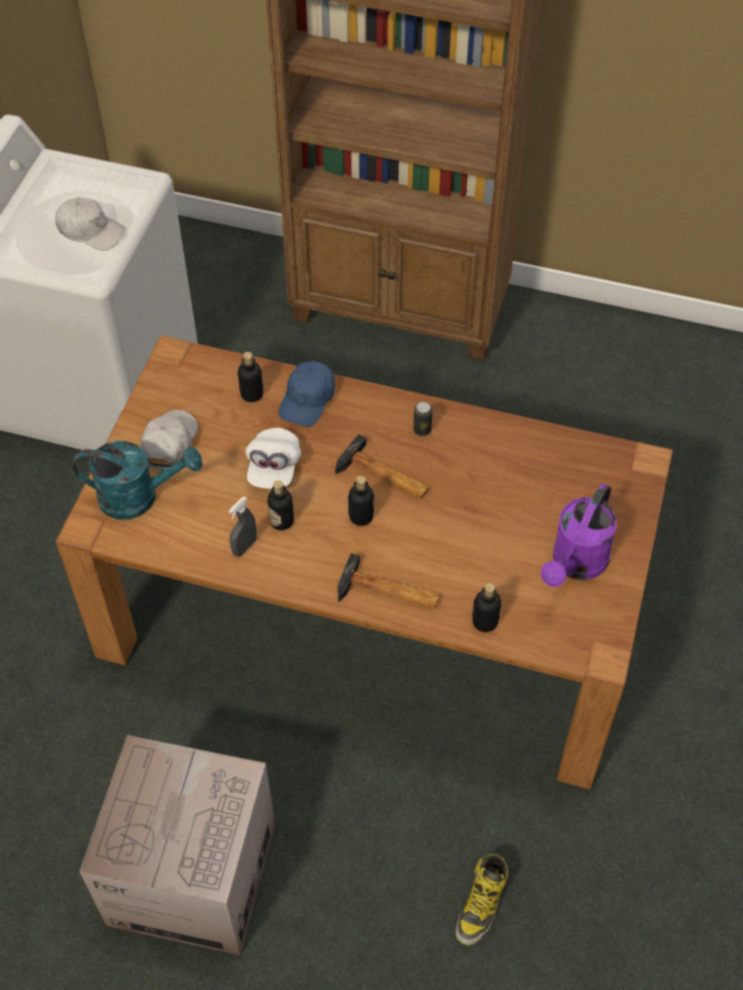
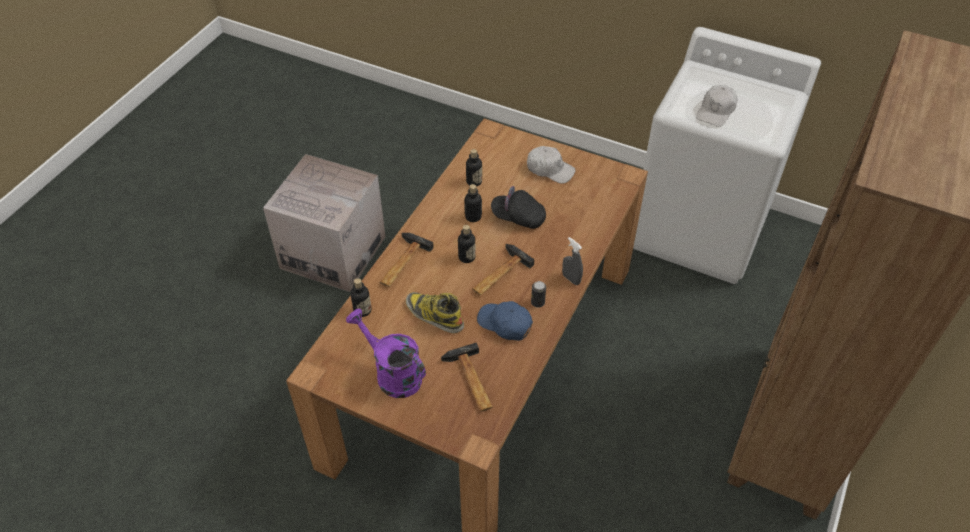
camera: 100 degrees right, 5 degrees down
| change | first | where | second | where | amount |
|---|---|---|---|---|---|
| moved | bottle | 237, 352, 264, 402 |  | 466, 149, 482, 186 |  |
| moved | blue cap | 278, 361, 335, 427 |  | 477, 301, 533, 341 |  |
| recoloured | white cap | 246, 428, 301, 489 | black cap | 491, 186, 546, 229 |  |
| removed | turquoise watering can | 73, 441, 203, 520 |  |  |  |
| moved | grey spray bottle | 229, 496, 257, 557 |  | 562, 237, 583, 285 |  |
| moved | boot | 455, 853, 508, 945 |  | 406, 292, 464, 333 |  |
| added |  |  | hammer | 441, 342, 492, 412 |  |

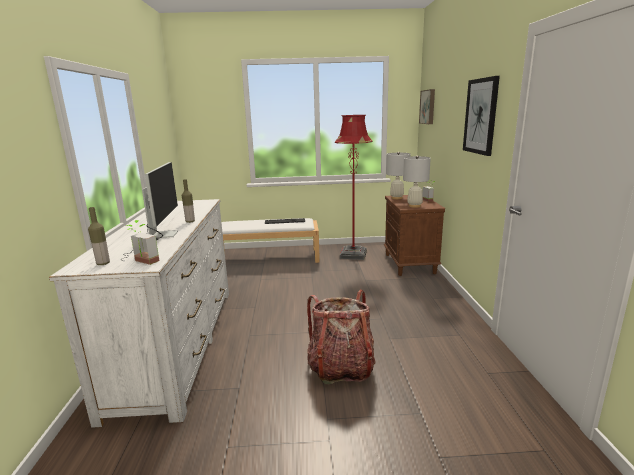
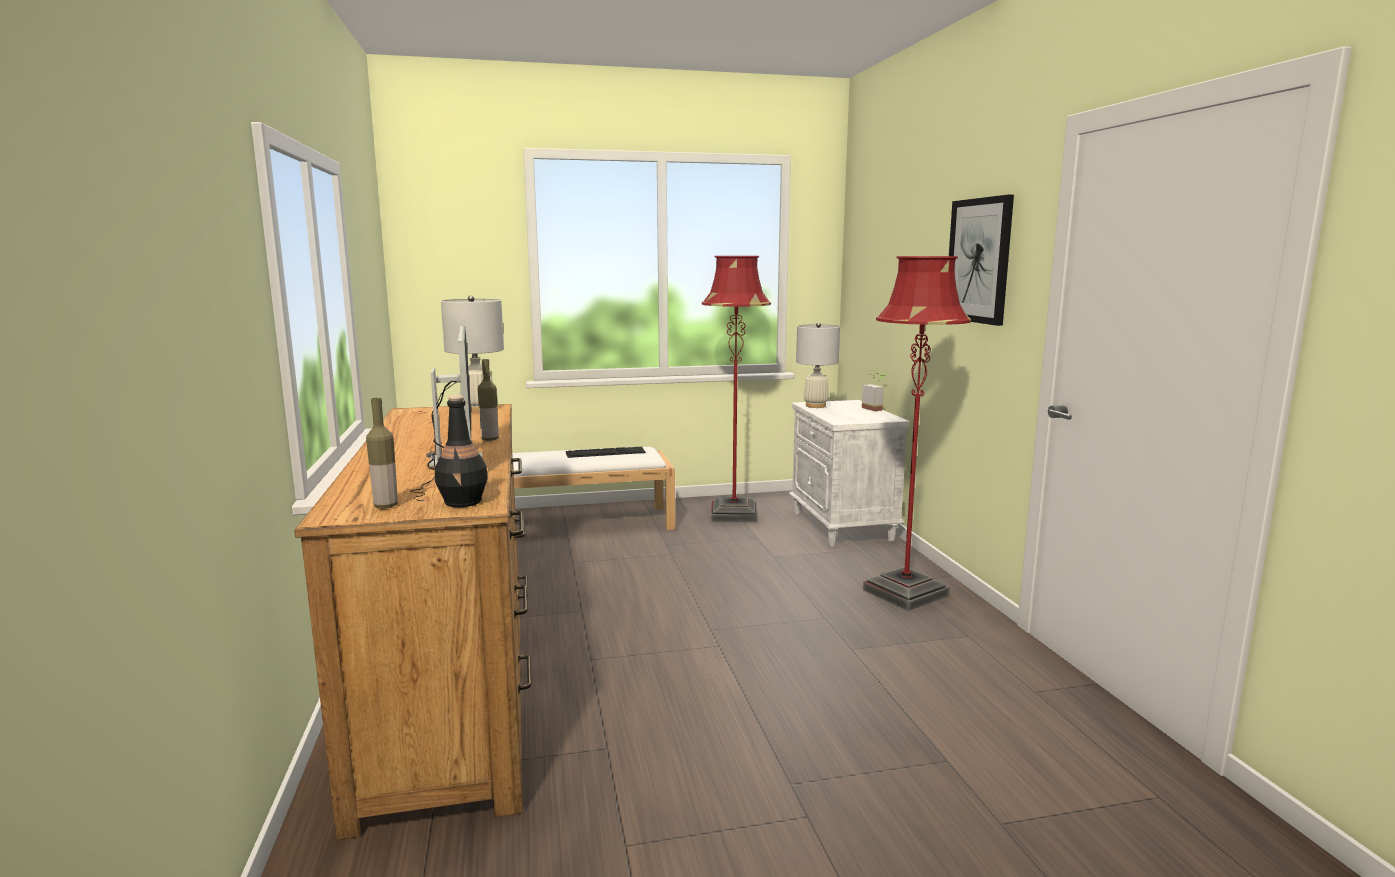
camera: 10 degrees left, 5 degrees down
| change | first | where | second | where | amount |
|---|---|---|---|---|---|
| removed | picture | 419, 89, 435, 124 |  |  |  |
| moved | white table lamp | 403, 156, 431, 208 |  | 441, 295, 504, 413 |  |
| recoloured | brown nightstand | 383, 195, 445, 276 | white nightstand | 789, 400, 909, 547 |  |
| recoloured | white dresser | 49, 199, 229, 428 | brown dresser | 294, 404, 531, 840 |  |
| replaced | potted plant | 126, 220, 160, 265 | black bottle | 435, 395, 488, 507 |  |
| removed | backpack | 307, 290, 376, 384 |  |  |  |
| added |  |  | red floor lamp | 863, 256, 971, 611 |  |

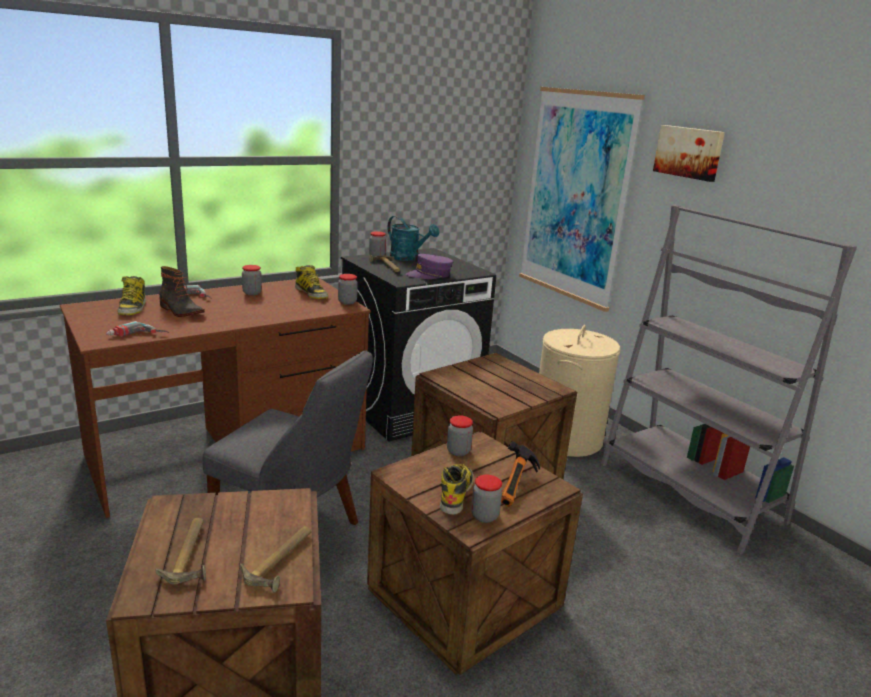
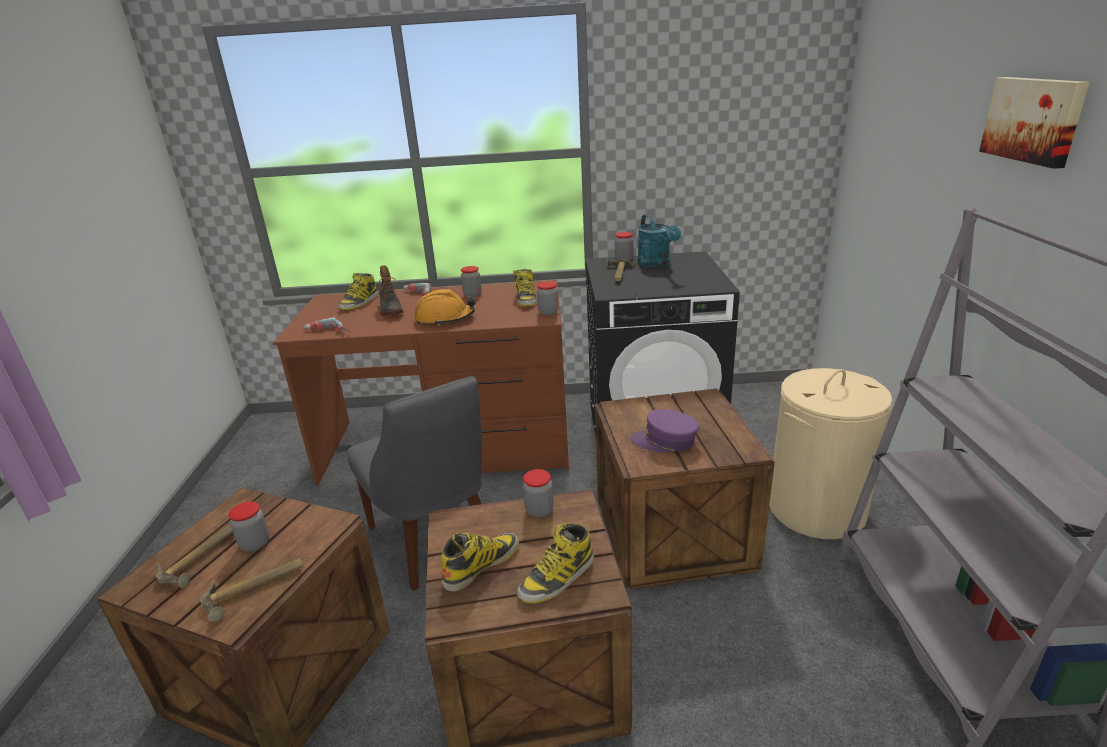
camera: 35 degrees right, 5 degrees up
| change | first | where | second | where | amount |
|---|---|---|---|---|---|
| removed | picture | 519, 87, 645, 312 |  |  |  |
| moved | purple cap | 406, 254, 453, 279 |  | 631, 409, 699, 452 |  |
| replaced | hammer | 501, 441, 540, 507 | boot | 517, 523, 594, 603 |  |
| moved | jar | 471, 475, 502, 523 |  | 228, 501, 270, 552 |  |
| added |  |  | orange hard hat | 415, 289, 476, 326 |  |

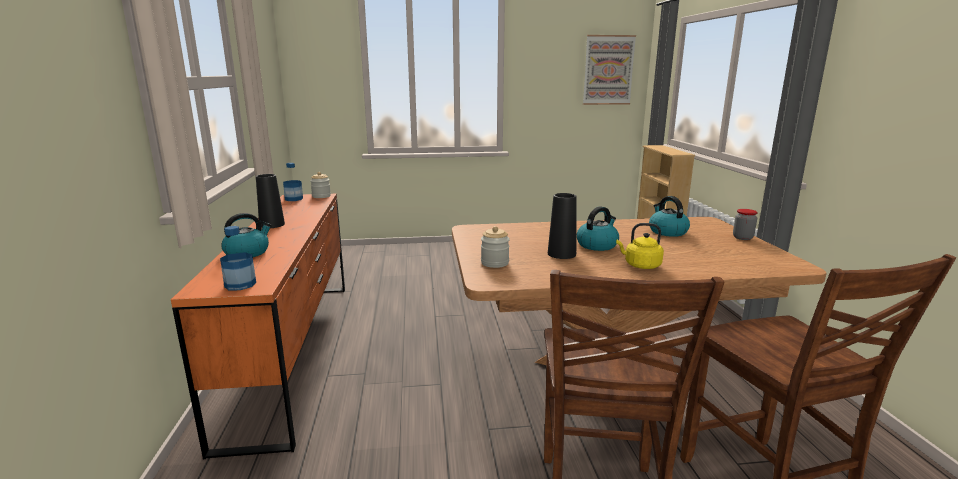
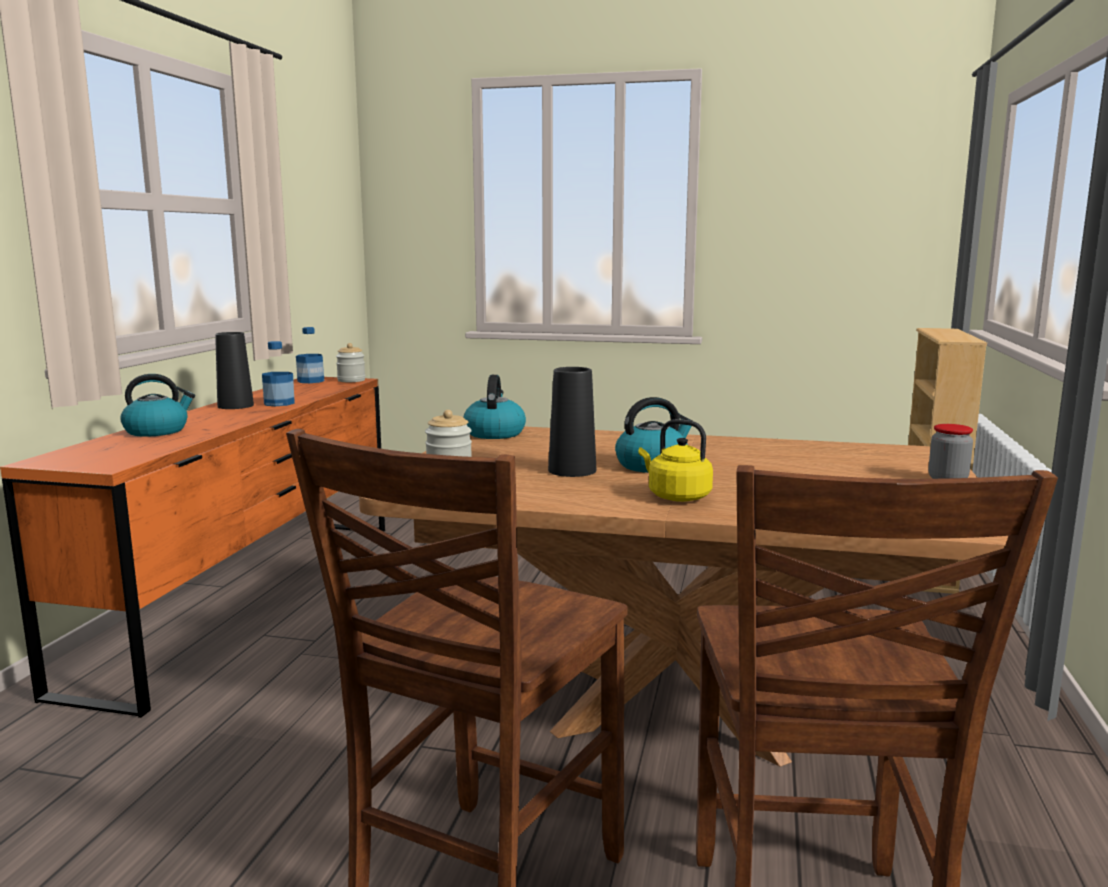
camera: 20 degrees right, 5 degrees down
| change | first | where | second | where | amount |
|---|---|---|---|---|---|
| removed | picture | 583, 35, 636, 105 |  |  |  |
| moved | kettle | 649, 196, 690, 237 |  | 463, 375, 526, 439 |  |
| moved | bottle | 220, 226, 256, 290 |  | 262, 341, 295, 406 |  |

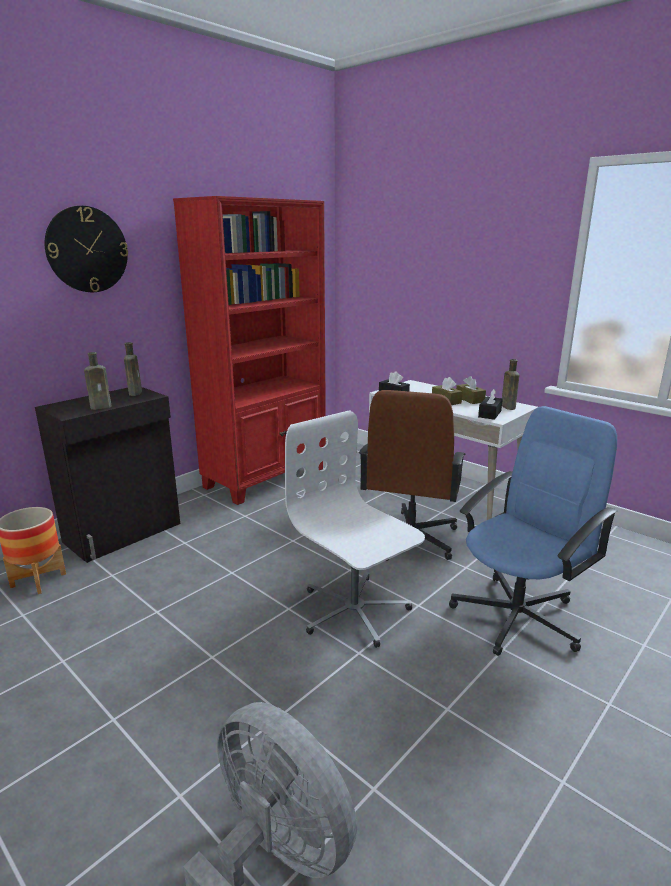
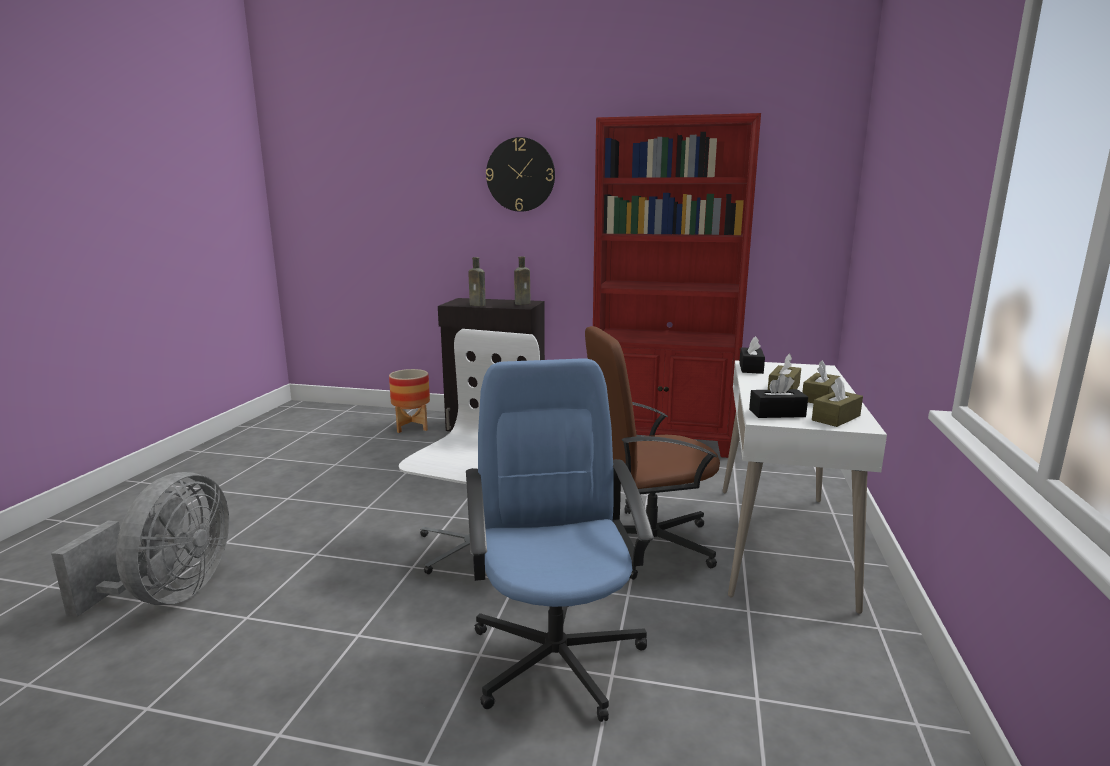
camera: 60 degrees right, 5 degrees down
| change | first | where | second | where | amount |
|---|---|---|---|---|---|
| replaced | brown bottle | 502, 359, 519, 410 | brown tissue box | 812, 377, 863, 427 |  |
| turned | blue office chair | 449, 406, 618, 656 |  | 466, 358, 654, 722 | 120 degrees counterclockwise |

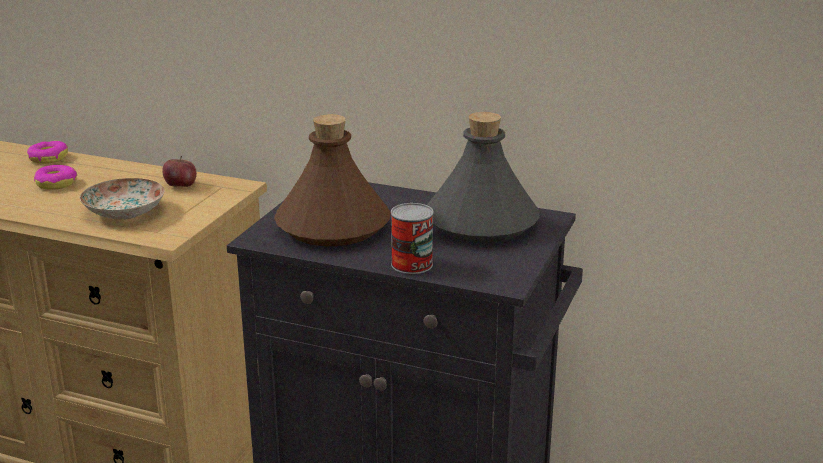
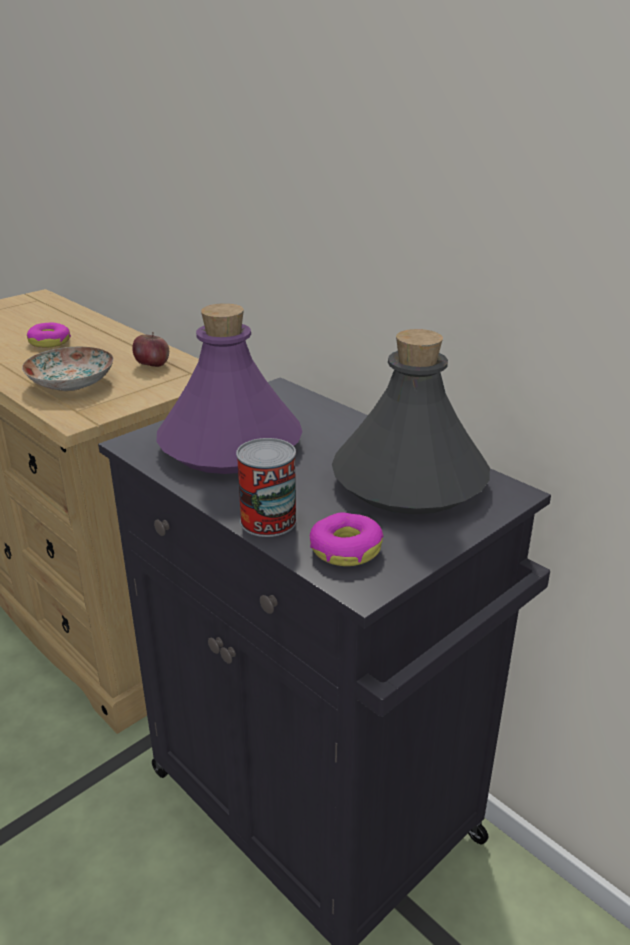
camera: 25 degrees right, 5 degrees up
| change | first | where | second | where | amount |
|---|---|---|---|---|---|
| recoloured | brown bottle | 274, 114, 391, 246 | purple bottle | 156, 303, 302, 474 |  |
| moved | donut | 27, 141, 68, 164 |  | 310, 513, 384, 566 |  |

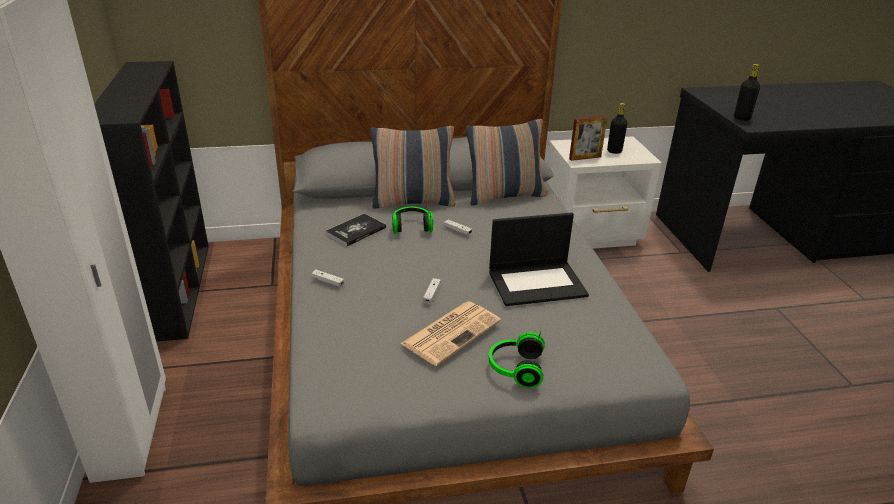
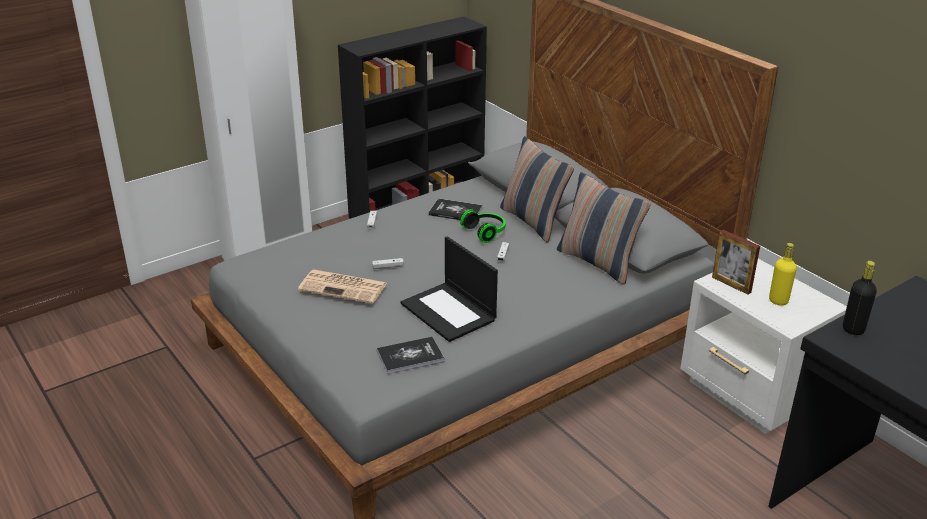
camera: 65 degrees right, 0 degrees up
| change | first | where | second | where | amount |
|---|---|---|---|---|---|
| recoloured | black bottle | 607, 103, 628, 154 | yellow bottle | 769, 243, 797, 306 |  |
| removed | headphones | 489, 331, 545, 388 |  |  |  |
| added |  |  | book | 377, 337, 444, 374 |  |

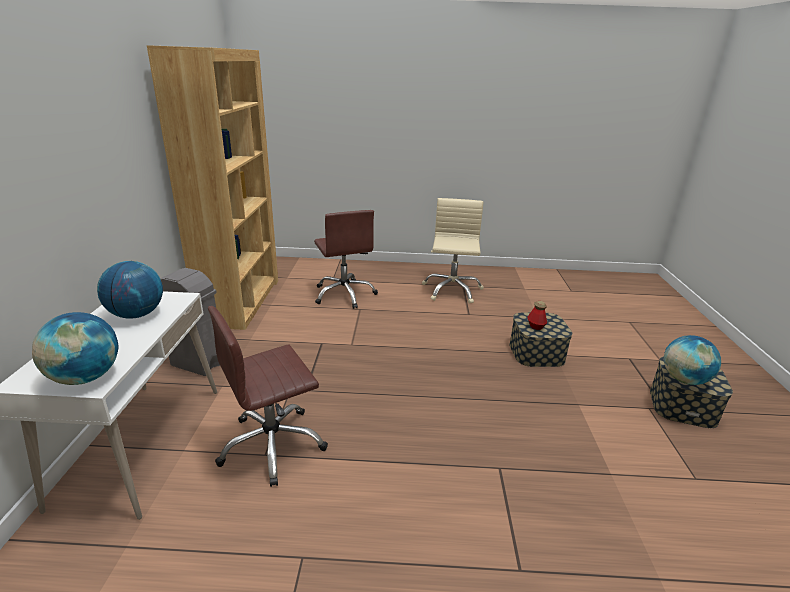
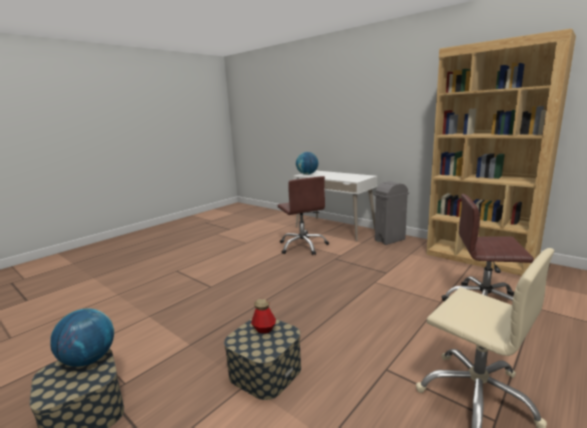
camera: 130 degrees right, 10 degrees down
| change | first | where | second | where | amount |
|---|---|---|---|---|---|
| removed | globe | 97, 261, 163, 319 |  |  |  |
| turned | brown office chair | 208, 306, 328, 487 |  | 278, 176, 329, 255 | 150 degrees clockwise |

